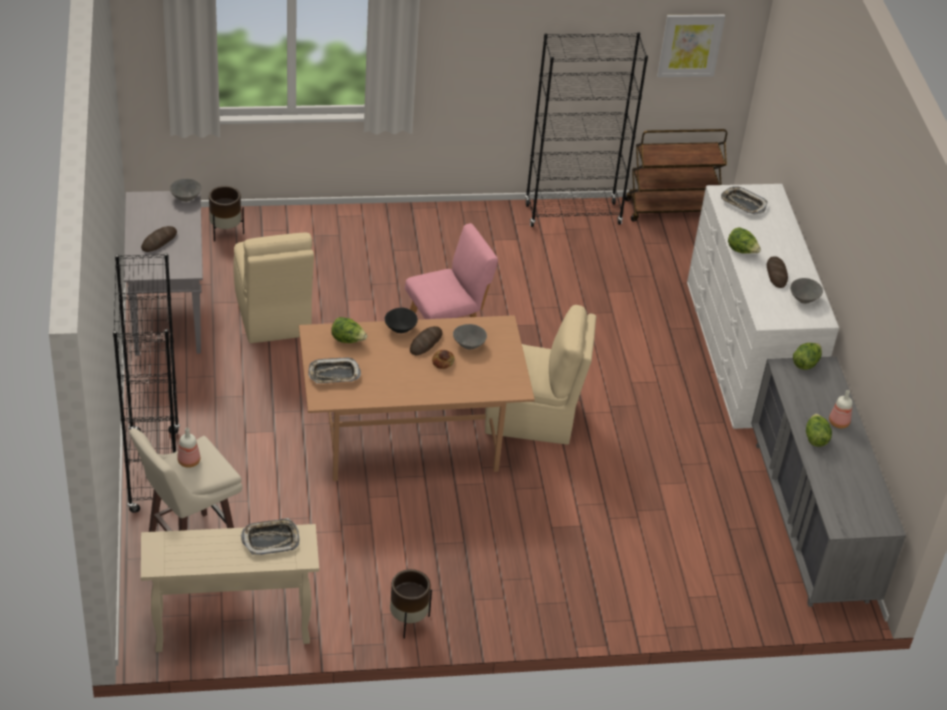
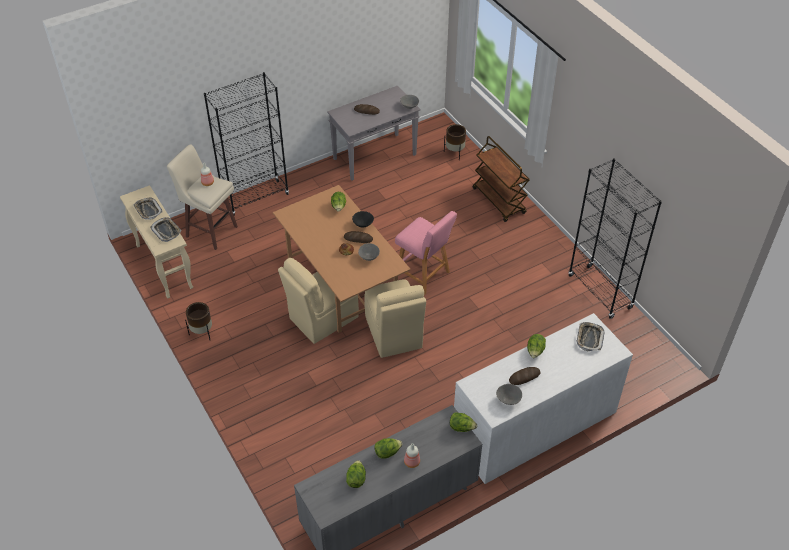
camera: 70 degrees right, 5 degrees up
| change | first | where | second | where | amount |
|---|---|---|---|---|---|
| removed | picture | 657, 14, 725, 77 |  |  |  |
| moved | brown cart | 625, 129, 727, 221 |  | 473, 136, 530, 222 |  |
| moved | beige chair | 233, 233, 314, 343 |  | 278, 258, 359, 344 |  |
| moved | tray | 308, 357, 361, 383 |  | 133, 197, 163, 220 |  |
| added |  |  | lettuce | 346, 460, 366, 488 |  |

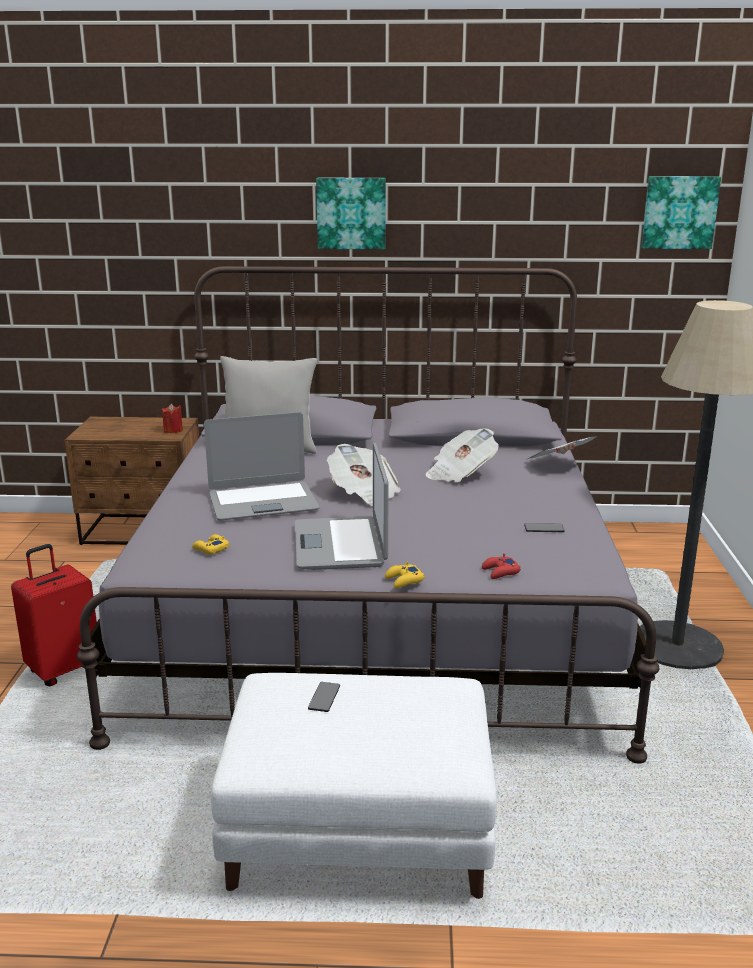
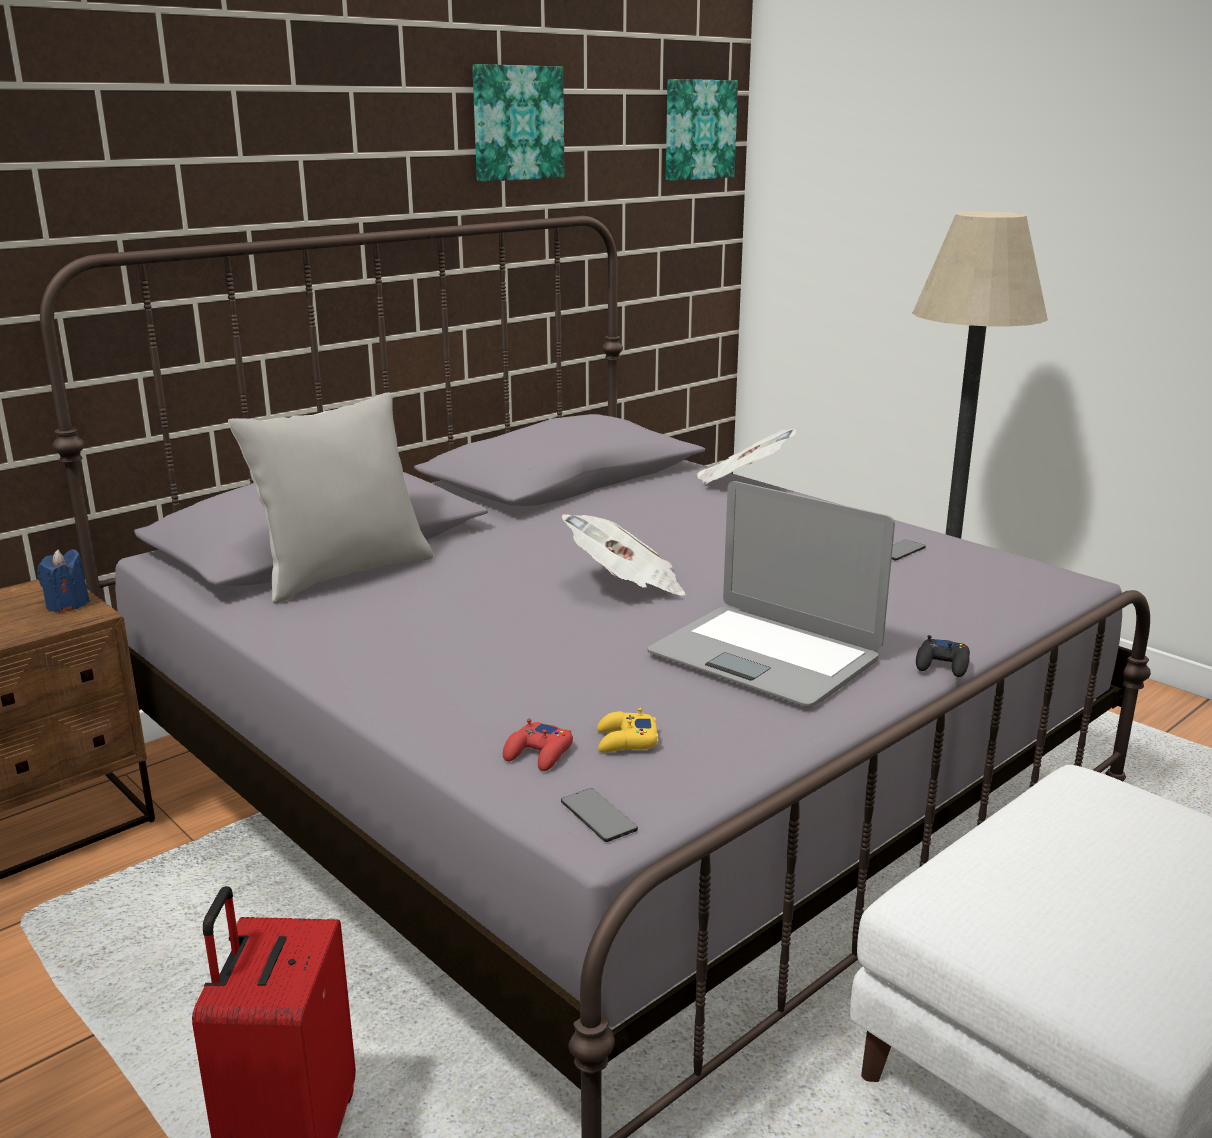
camera: 45 degrees left, 0 degrees up
| change | first | where | second | where | amount |
|---|---|---|---|---|---|
| moved | picture | 316, 178, 386, 249 |  | 472, 64, 565, 182 |  |
| recoloured | red candle | 162, 404, 183, 433 | blue candle | 37, 549, 90, 613 |  |
| removed | laptop | 204, 412, 320, 520 |  |  |  |
| removed | newspaper | 425, 428, 499, 482 |  |  |  |
| moved | red game controller | 482, 553, 521, 579 |  | 503, 719, 573, 771 |  |
| recoloured | yellow game controller | 385, 561, 424, 588 | black game controller | 916, 635, 970, 677 |  |
| moved | phone | 308, 682, 340, 712 |  | 561, 788, 638, 842 |  |

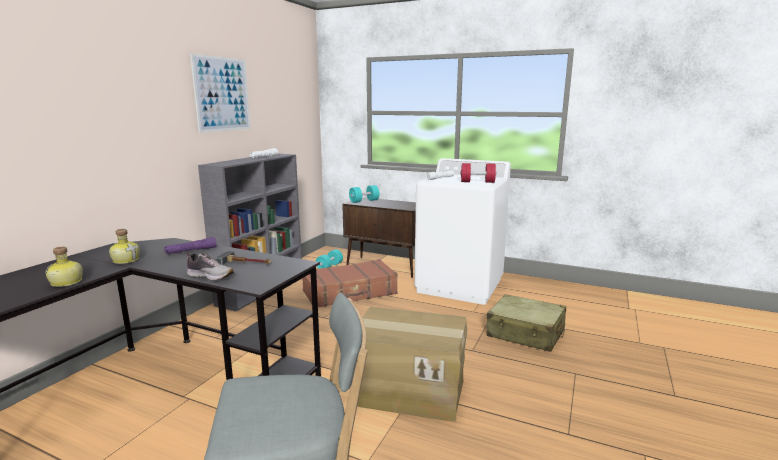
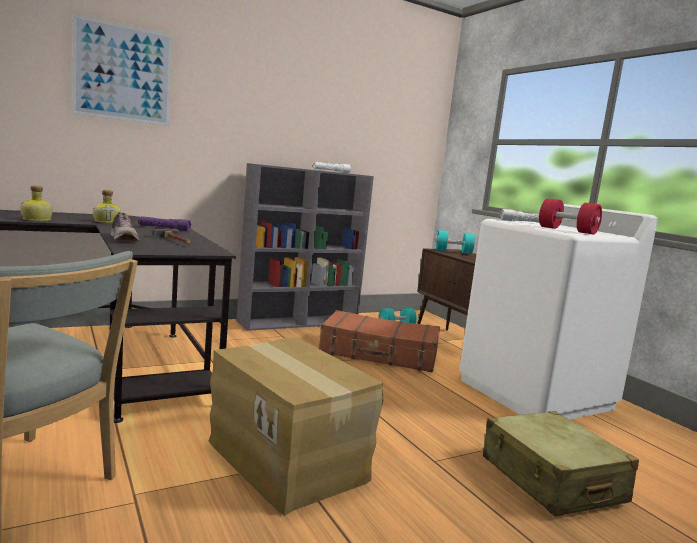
camera: 35 degrees right, 5 degrees down
| change | first | where | second | where | amount |
|---|---|---|---|---|---|
| moved | picture | 190, 54, 251, 133 |  | 72, 14, 173, 126 |  |

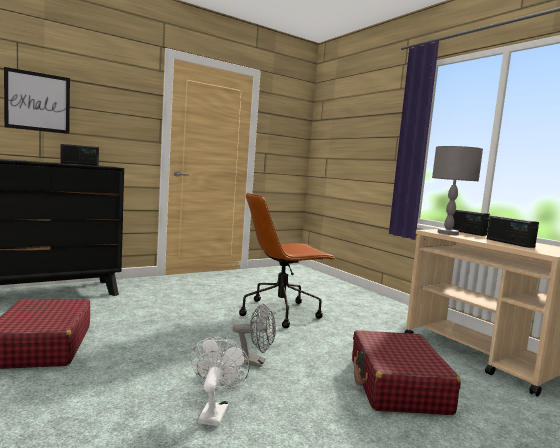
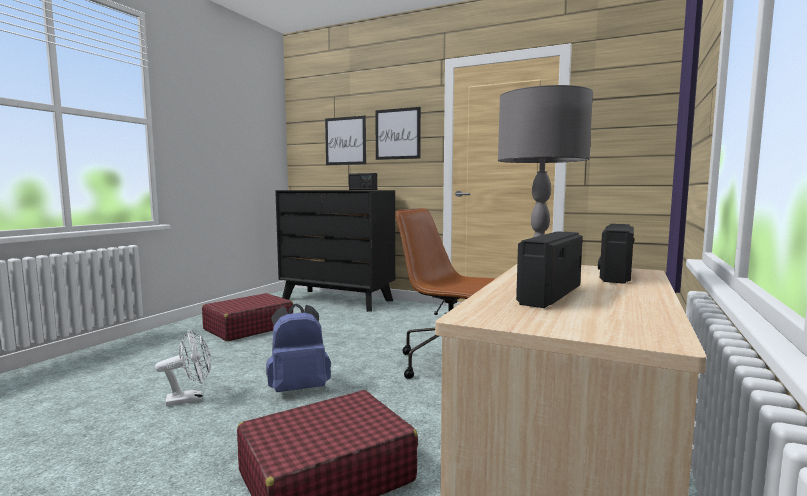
camera: 60 degrees right, 0 degrees up
| change | first | where | second | where | amount |
|---|---|---|---|---|---|
| replaced | grey fan | 233, 303, 276, 367 | blue backpack | 266, 303, 331, 392 |  |
| added |  |  | picture | 375, 107, 421, 160 |  |

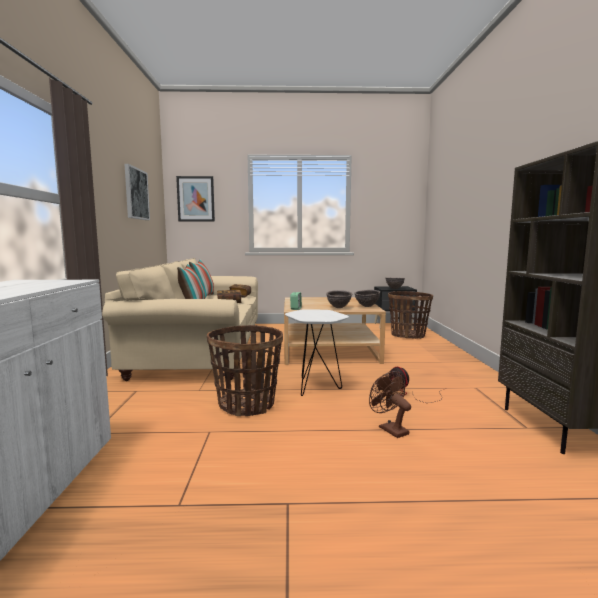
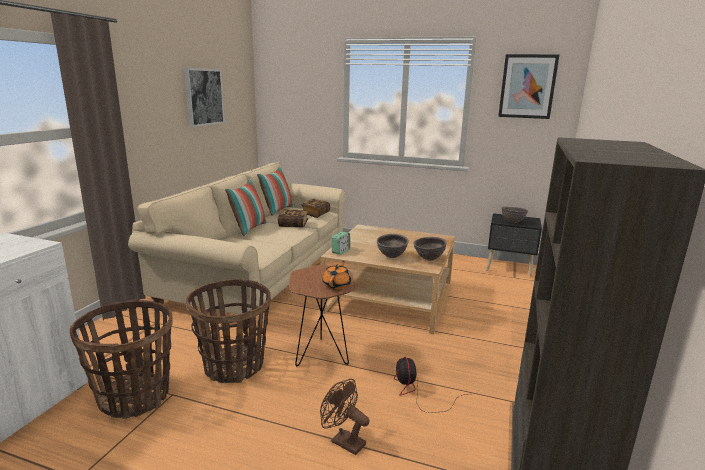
camera: 20 degrees right, 10 degrees up
| change | first | where | second | where | amount |
|---|---|---|---|---|---|
| moved | picture | 176, 176, 215, 222 |  | 498, 54, 560, 119 |  |
| moved | basket | 388, 291, 433, 339 |  | 70, 300, 173, 419 |  |
| recoloured | white side table | 285, 310, 349, 396 | brown side table | 289, 265, 355, 366 |  |
| turned | brown fan | 369, 371, 411, 438 |  | 320, 378, 370, 455 | 45 degrees counterclockwise |
| added |  |  | orange teapot | 322, 261, 351, 290 |  |

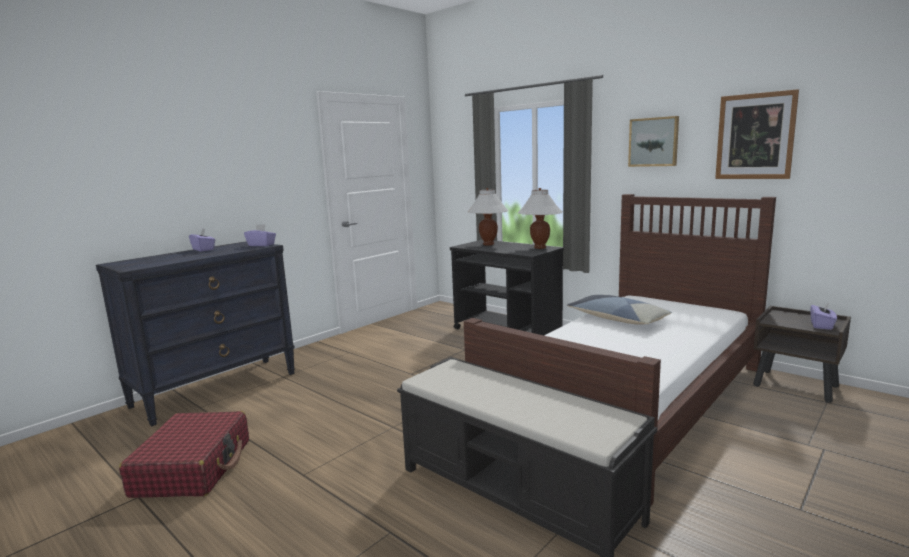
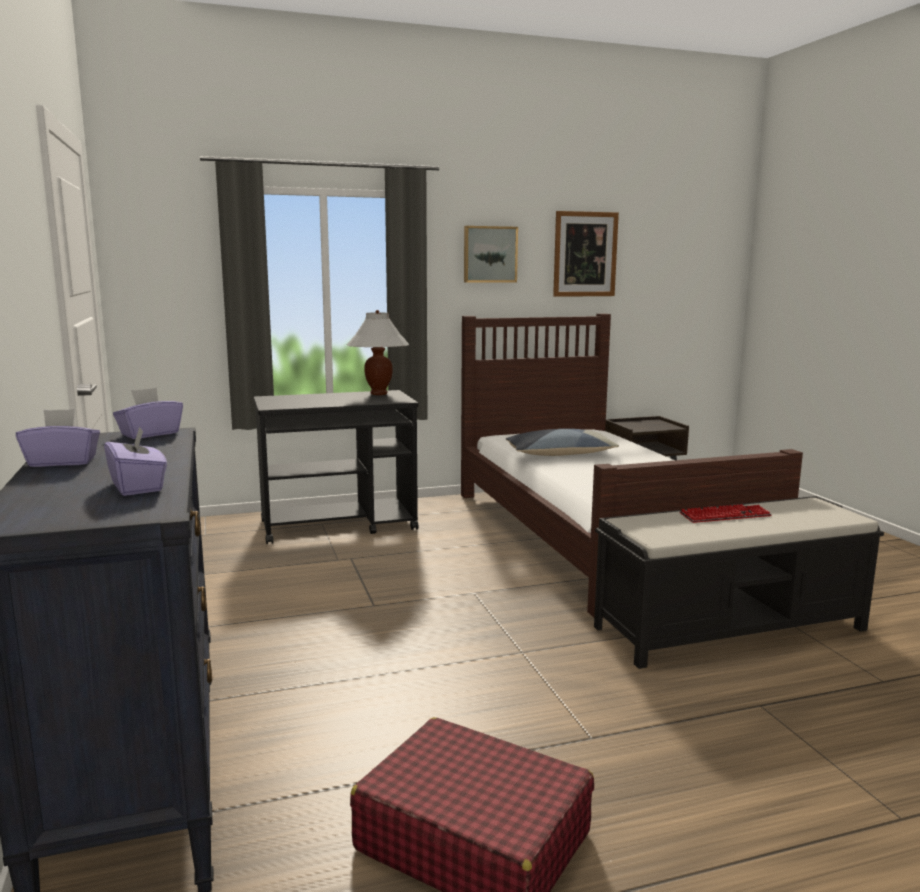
camera: 60 degrees left, 0 degrees up
| change | first | where | second | where | amount |
|---|---|---|---|---|---|
| removed | white table lamp | 467, 188, 508, 245 |  |  |  |
| moved | purple tissue box | 811, 302, 837, 330 |  | 104, 426, 167, 496 |  |
| added |  |  | keyboard | 680, 504, 771, 523 |  |

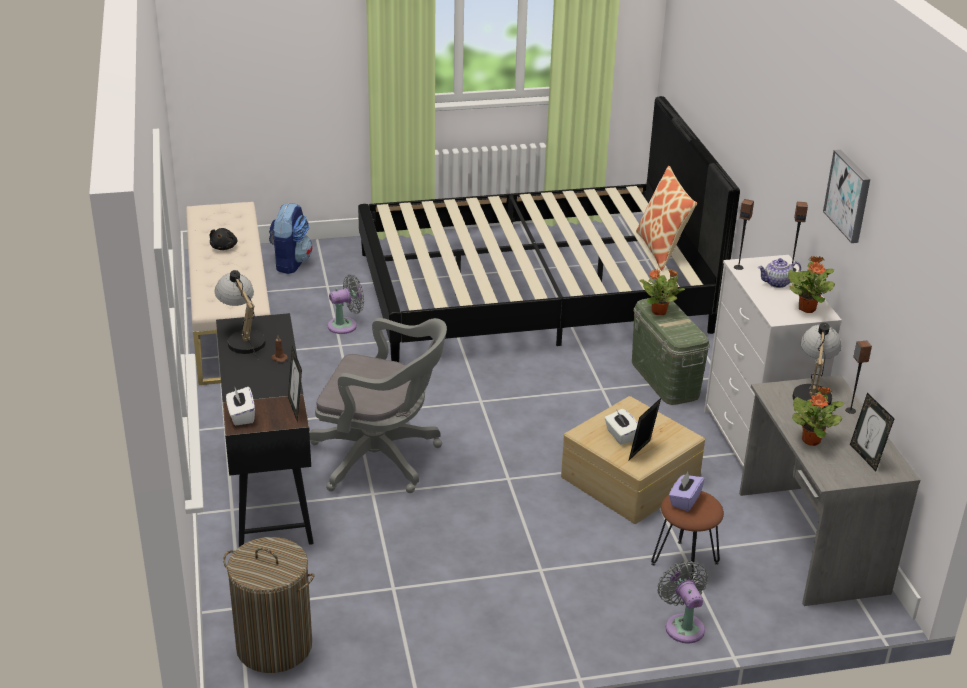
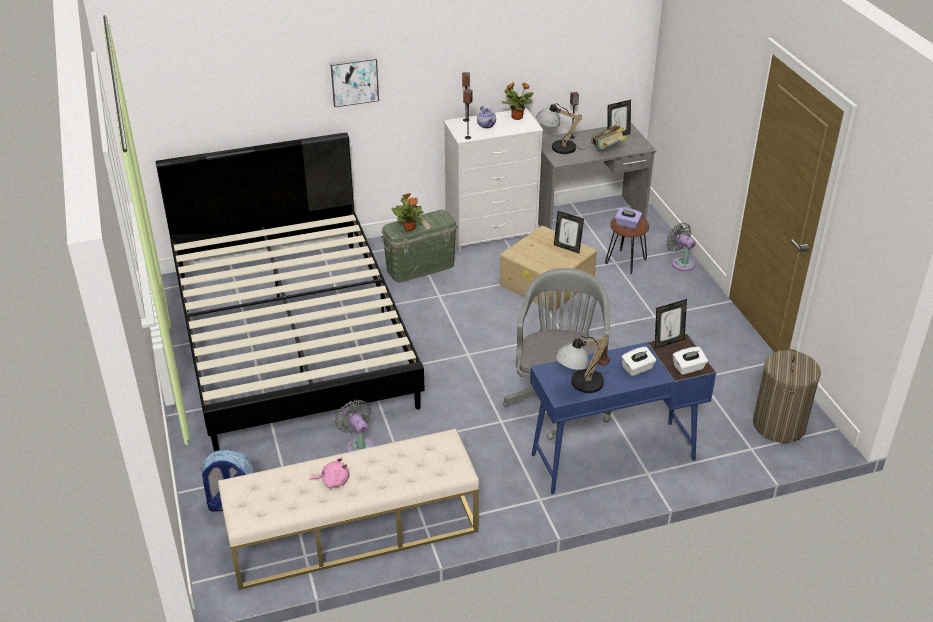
camera: 95 degrees left, 5 degrees up
| change | first | where | second | where | amount |
|---|---|---|---|---|---|
| moved | picture | 823, 150, 870, 243 |  | 330, 57, 379, 107 |  |
| removed | pillow | 636, 166, 697, 271 |  |  |  |
| recoloured | black plush toy | 210, 228, 238, 250 | pink plush toy | 310, 457, 349, 488 |  |
| recoloured | black desk | 216, 313, 313, 547 | blue desk | 530, 334, 716, 494 |  |
| replaced | potted plant | 792, 386, 844, 446 | book | 591, 124, 627, 149 |  |
| moved | white tissue box | 605, 409, 638, 444 |  | 621, 347, 656, 376 |  |
| turned | grey fan | 657, 561, 708, 643 |  | 666, 223, 696, 271 | 75 degrees clockwise |

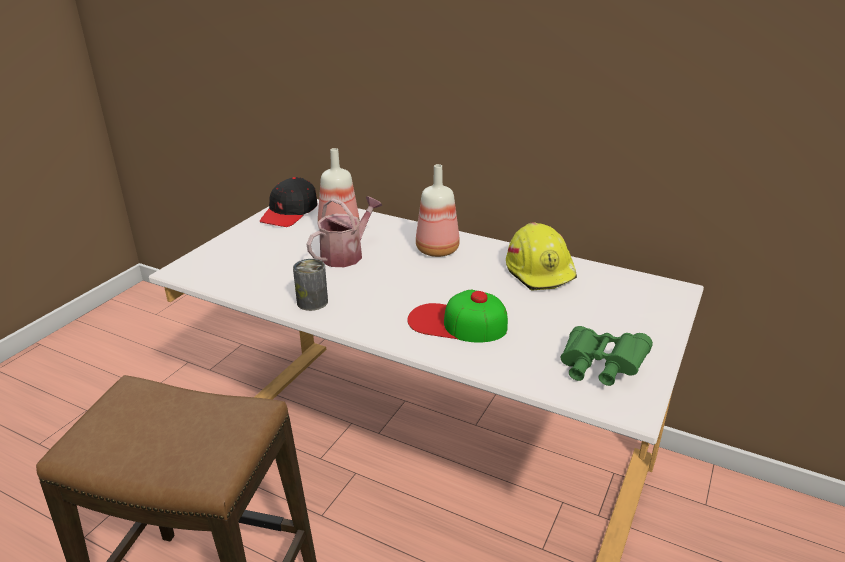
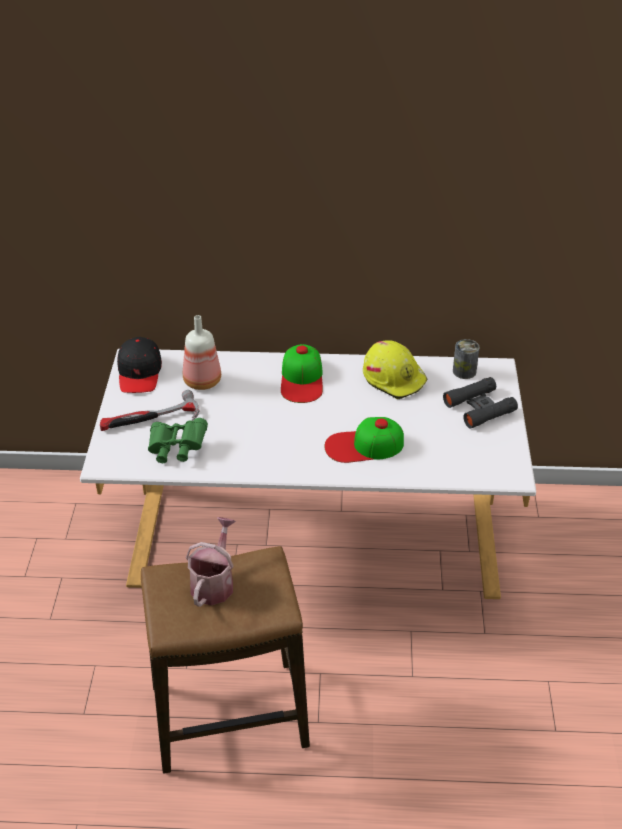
camera: 25 degrees left, 10 degrees up
| change | first | where | second | where | amount |
|---|---|---|---|---|---|
| replaced | bottle | 416, 164, 460, 257 | cap | 281, 344, 323, 403 |  |
| moved | watering can | 307, 196, 383, 267 |  | 186, 517, 236, 607 |  |
| moved | can | 293, 259, 328, 311 |  | 453, 339, 480, 379 |  |
| moved | green binoculars | 560, 326, 653, 386 |  | 148, 418, 208, 463 |  |
| added |  |  | black binoculars | 443, 377, 518, 429 |  |
| added |  |  | hammer | 100, 390, 199, 431 |  |

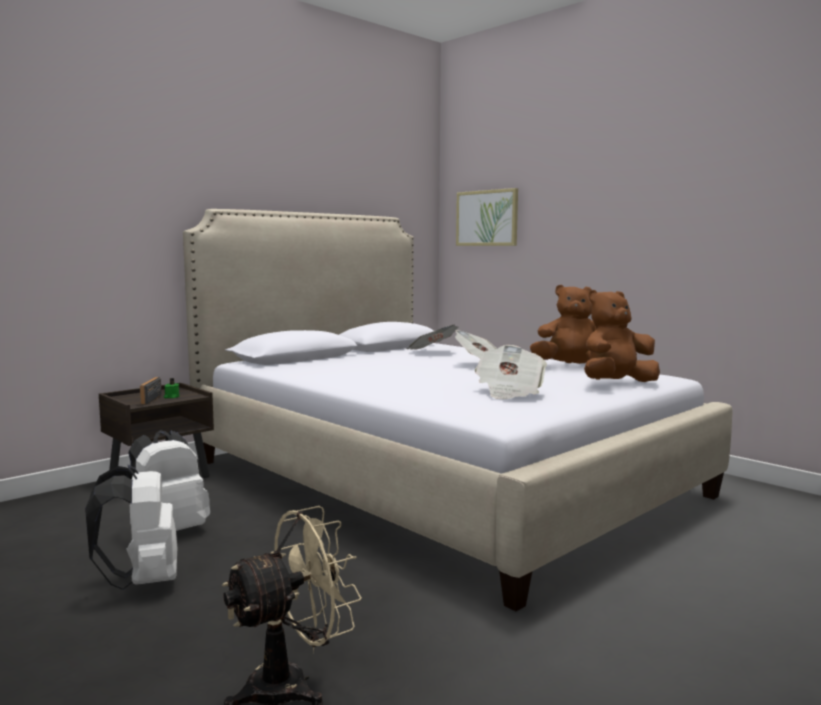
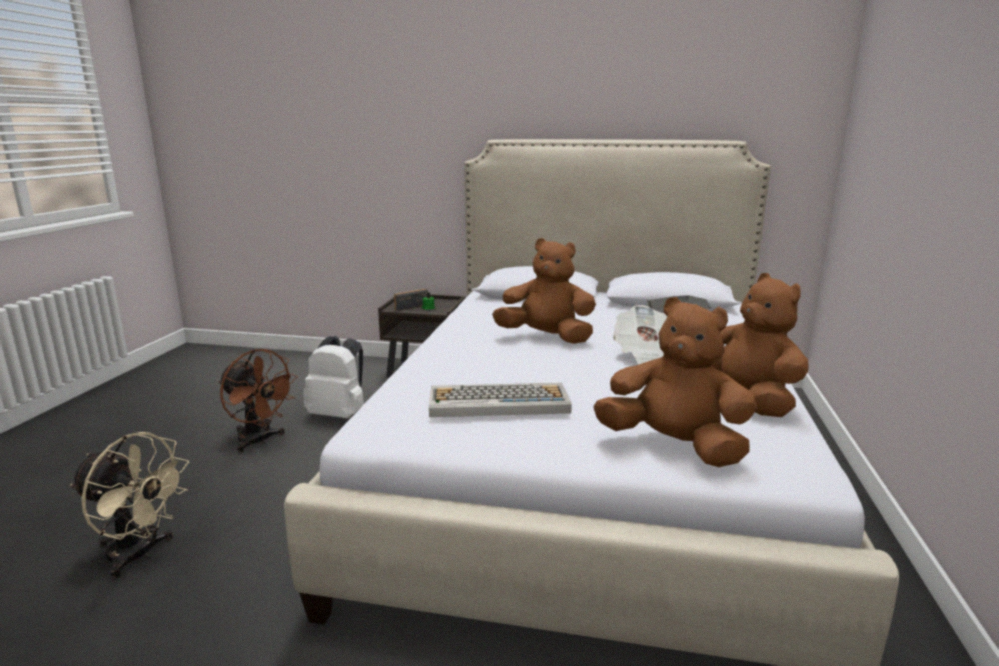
camera: 55 degrees right, 10 degrees up
| change | first | where | second | where | amount |
|---|---|---|---|---|---|
| removed | picture | 456, 188, 518, 246 |  |  |  |
| replaced | newspaper | 475, 345, 547, 399 | keyboard | 429, 382, 572, 417 |  |
| replaced | white backpack | 85, 465, 177, 590 | brown fan | 219, 349, 298, 453 |  |
| added |  |  | brown plush toy | 492, 238, 596, 344 |  |

